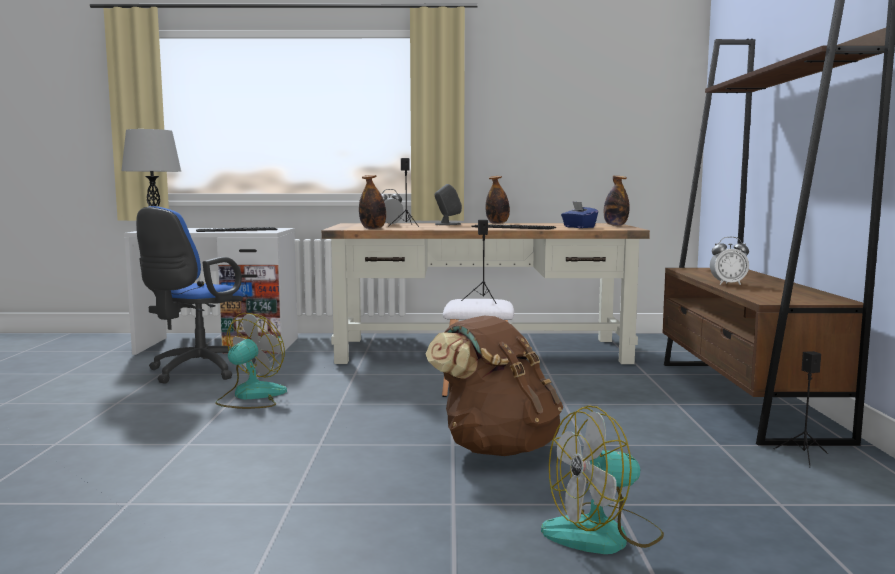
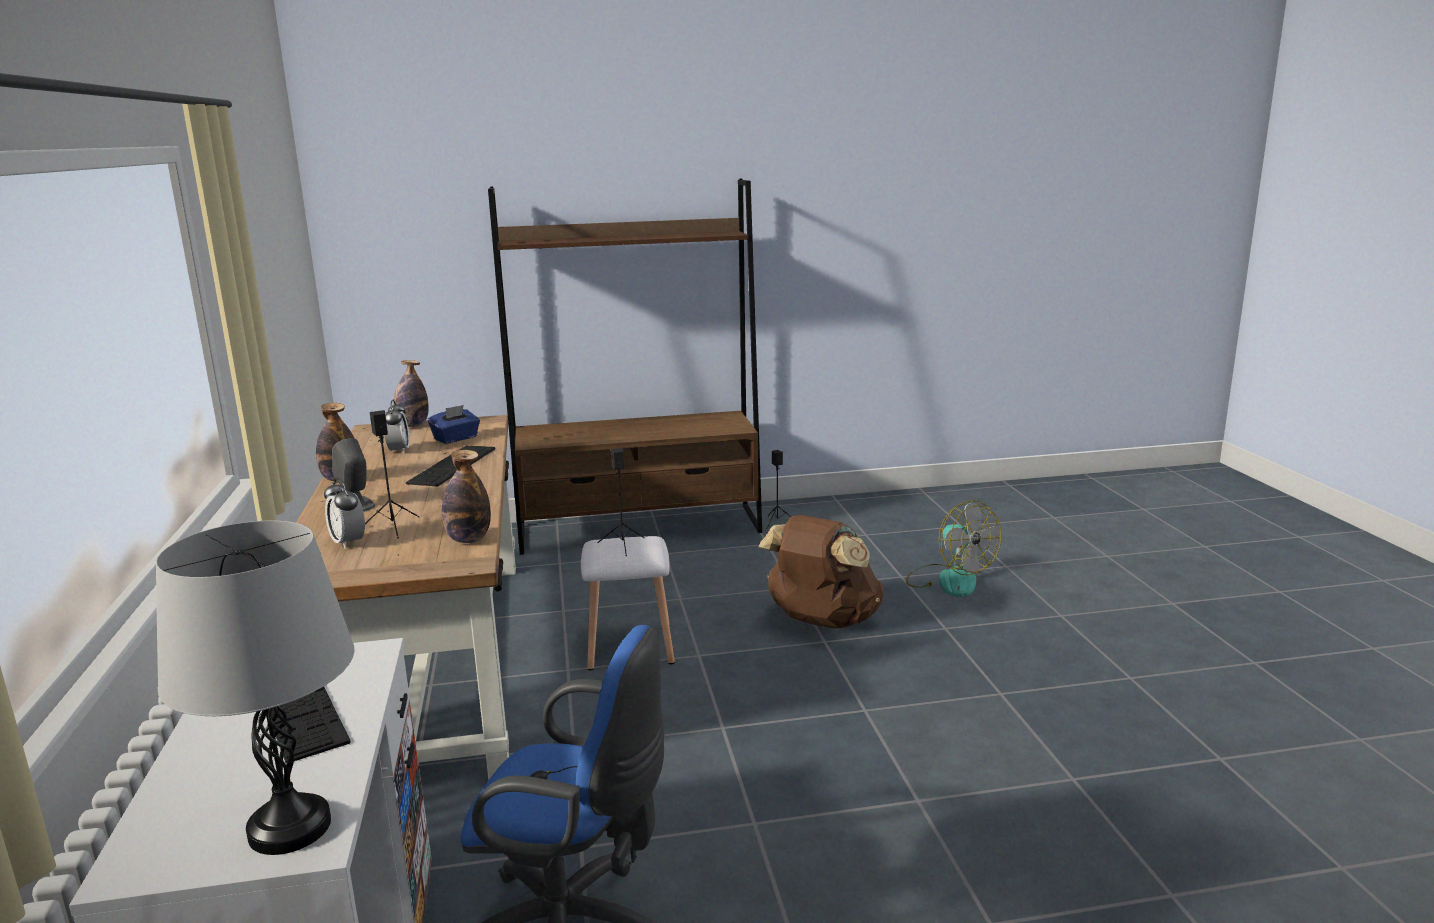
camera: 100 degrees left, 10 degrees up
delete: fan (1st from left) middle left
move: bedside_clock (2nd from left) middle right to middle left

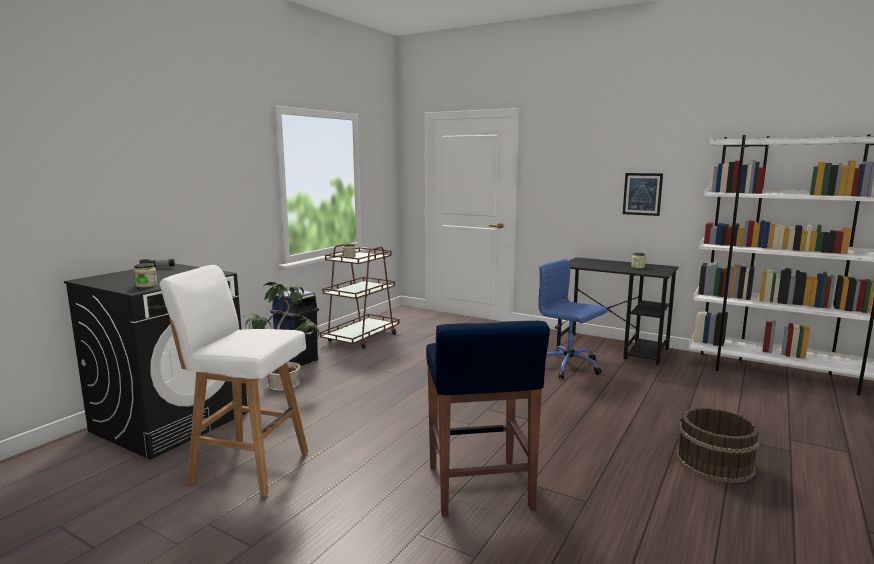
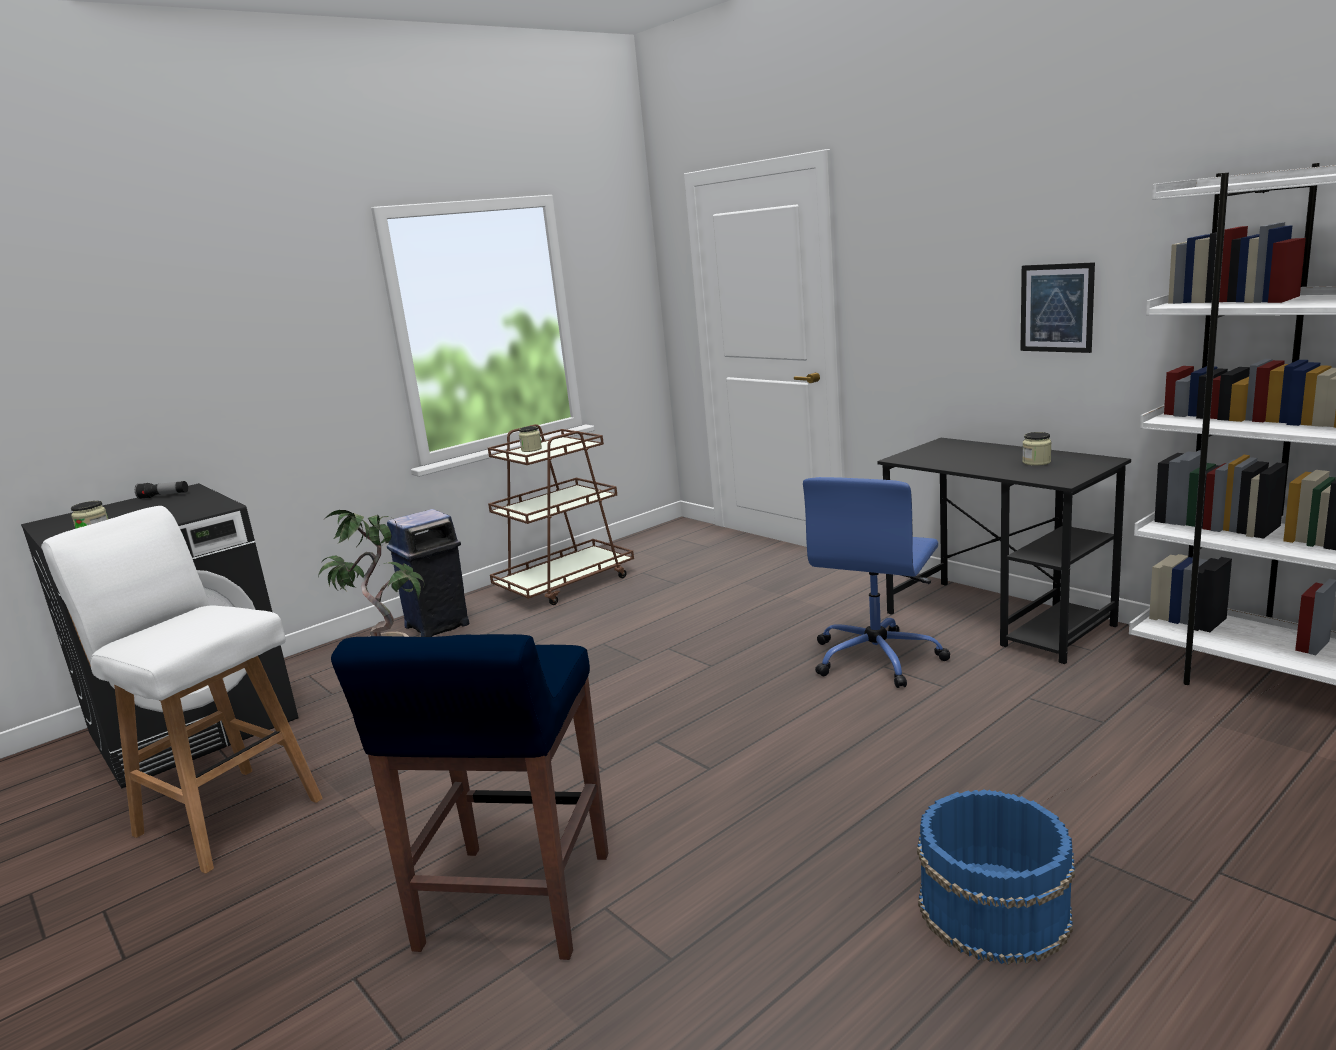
camera: 20 degrees right, 5 degrees up
recolor: brown-coloured_bucket bottom right to blue_bucket bottom right
rotate: blue_desk_chair centre = centre 120 degrees counterclockwise

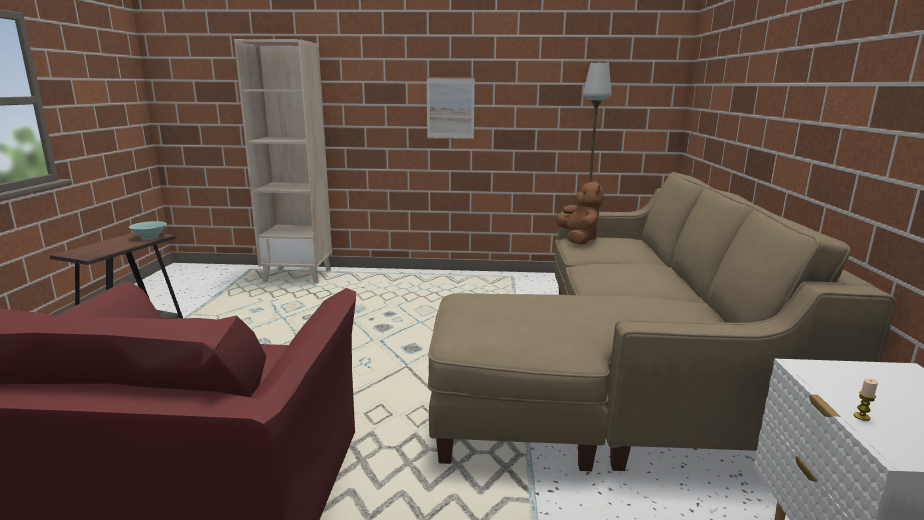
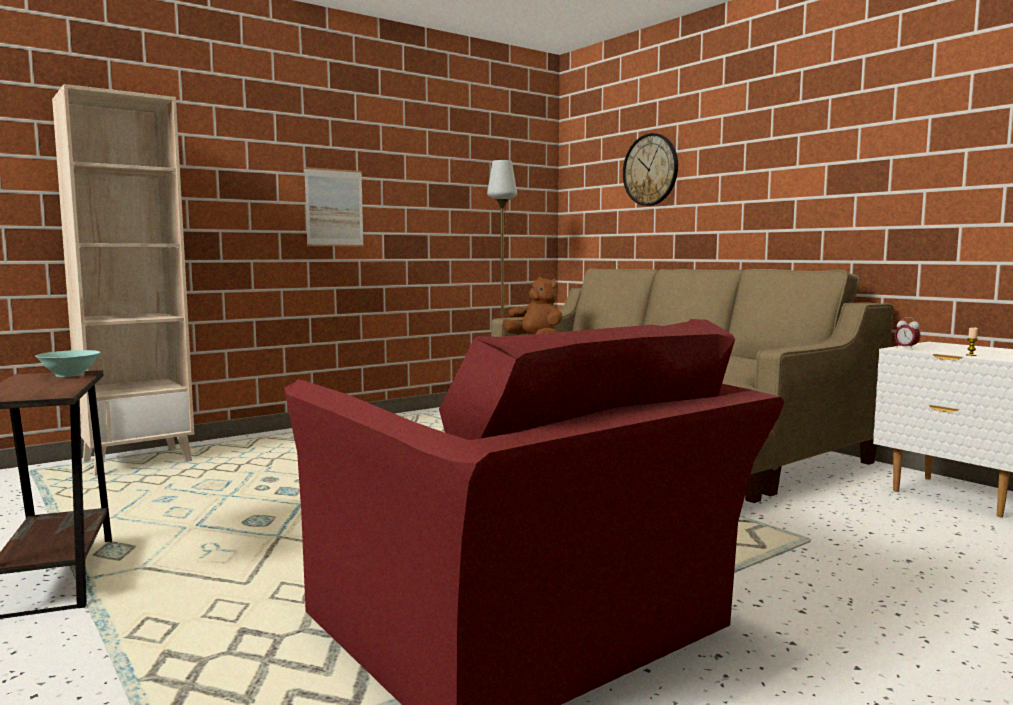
camera: 40 degrees left, 10 degrees down
insert: hanging_clock top centre; bedside_clock middle right

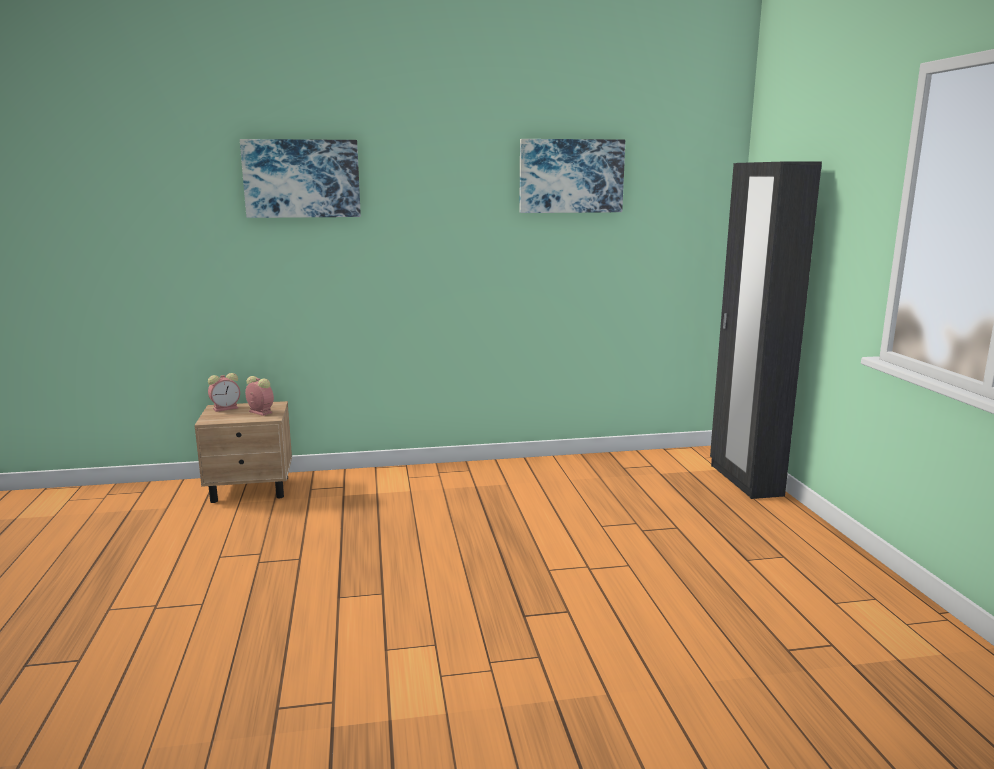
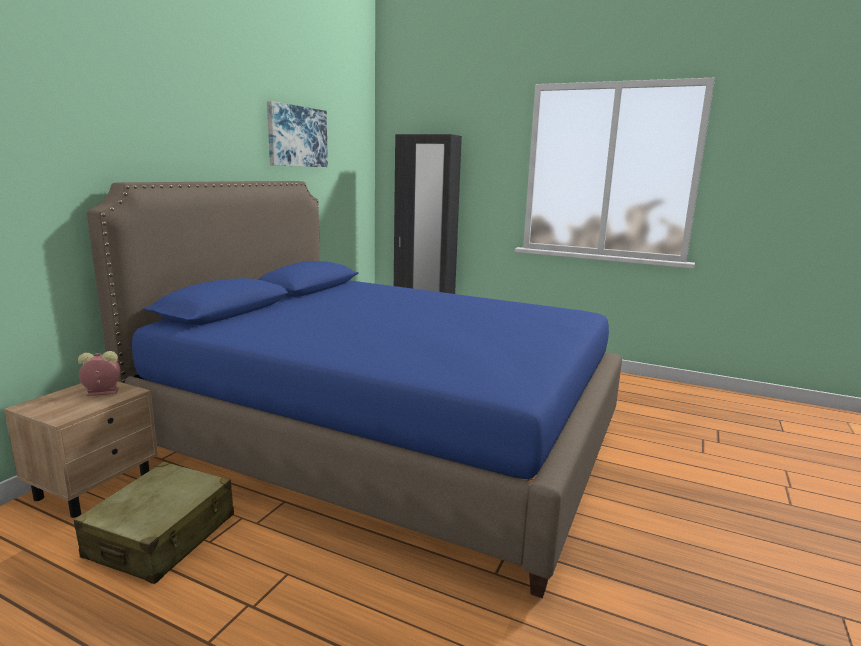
camera: 55 degrees left, 0 degrees up
delete: bedside_clock (1st from left) middle left; wall_picture (1st from left) top left
insert: sand-coloured_suitcase bottom left; blue_sleeping_bed centre

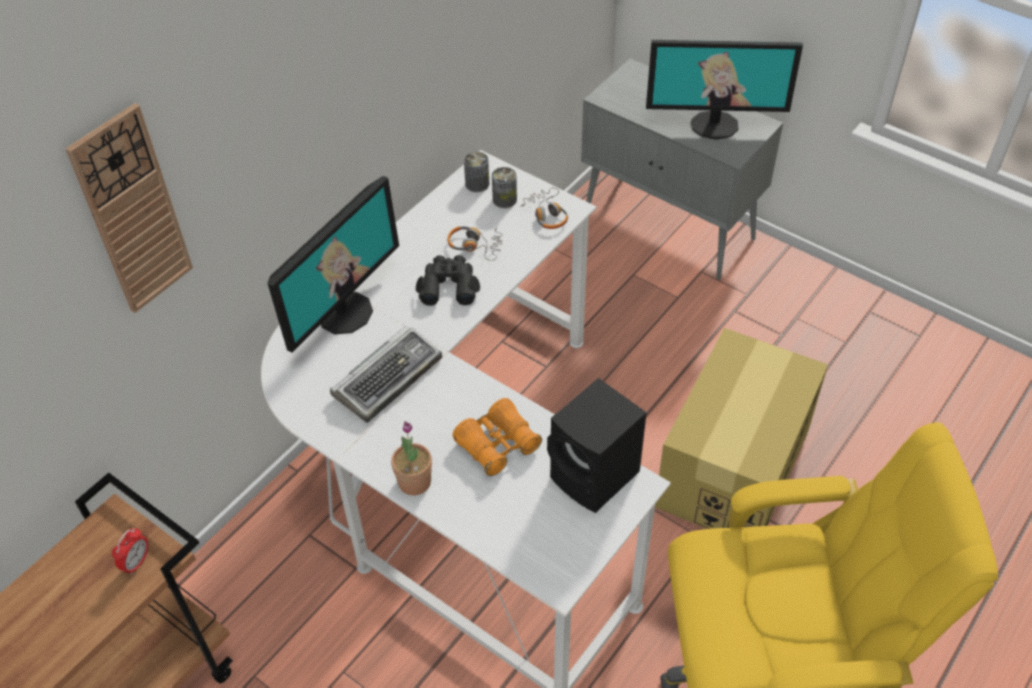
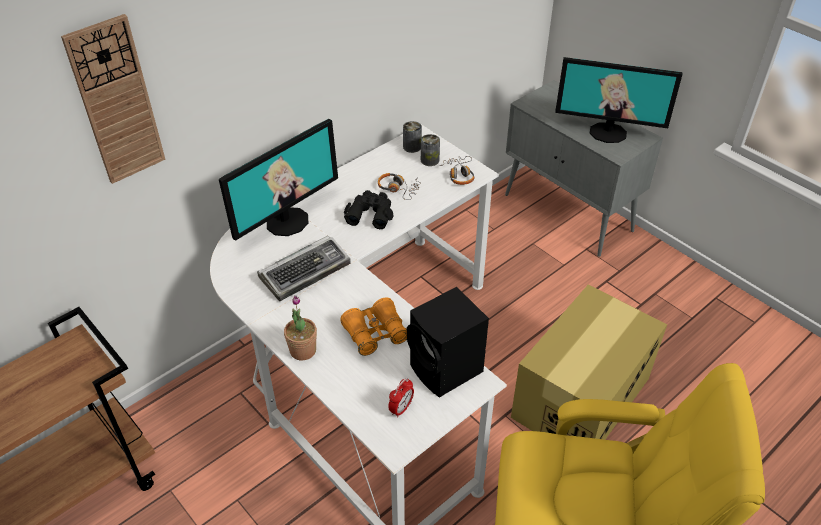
camera: 10 degrees right, 5 degrees down
move: bedside_clock bottom left to bottom centre

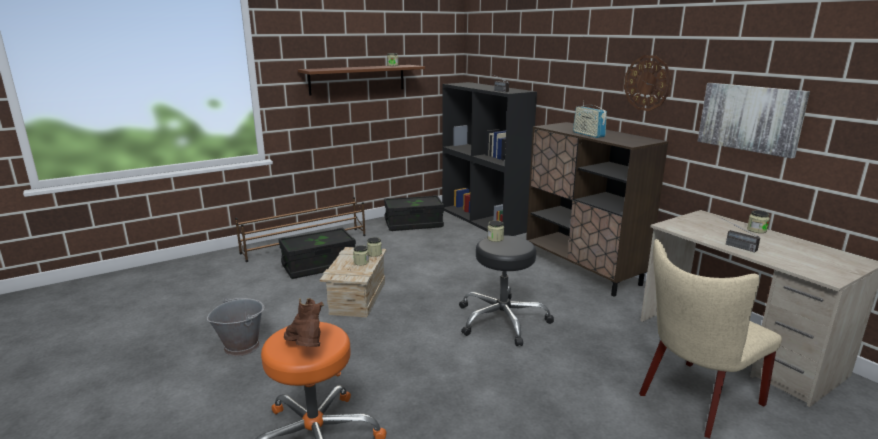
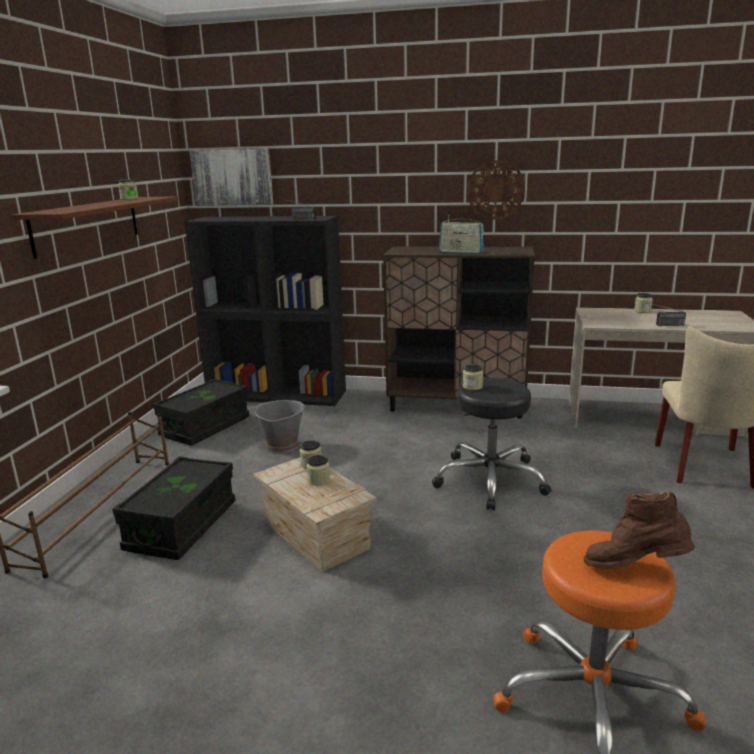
camera: 45 degrees left, 0 degrees up
move: grey_bucket bottom left to centre; wall_picture top right to top left

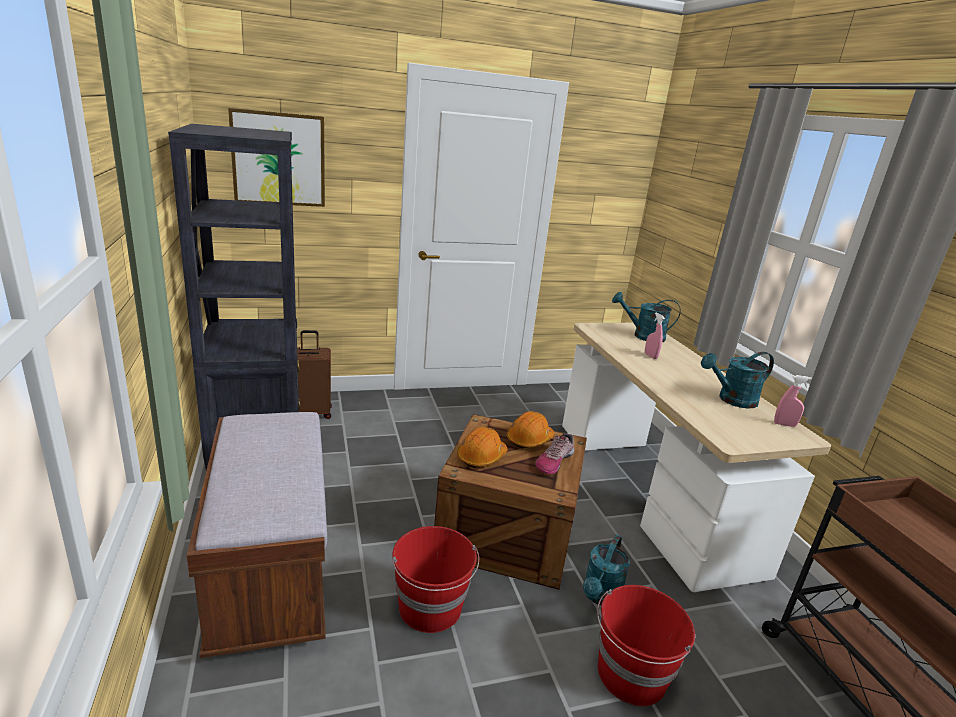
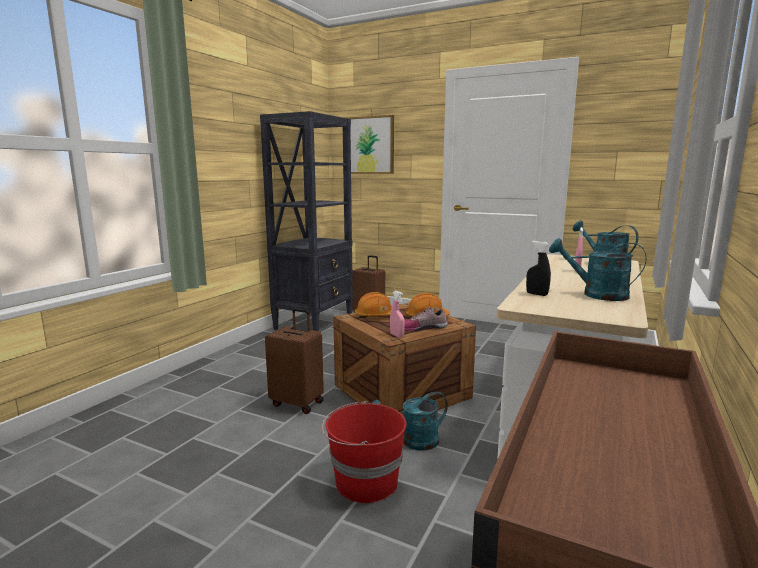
camera: 45 degrees right, 10 degrees down
delete: brown-coloured_long_seat bottom left
insert: black_sprayer middle right
move: pink_sprayer (2nd from left in the first image) middle right to pink_sprayer (1st from left) centre
replace: red_bucket (1st from left) bottom centre to brown-coloured_suitcase (1st from left) centre

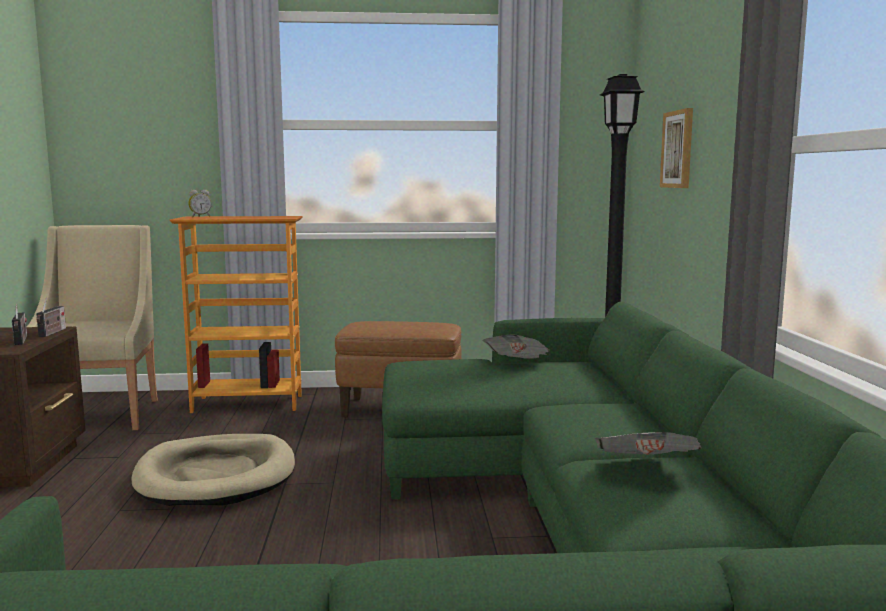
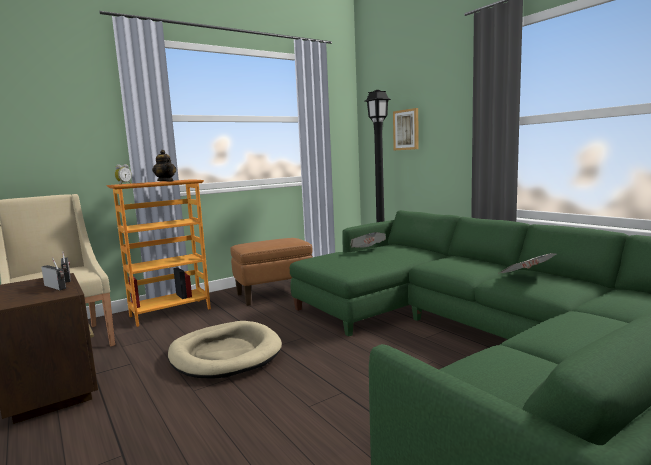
camera: 30 degrees left, 0 degrees up
insert: pot_for_tea middle left

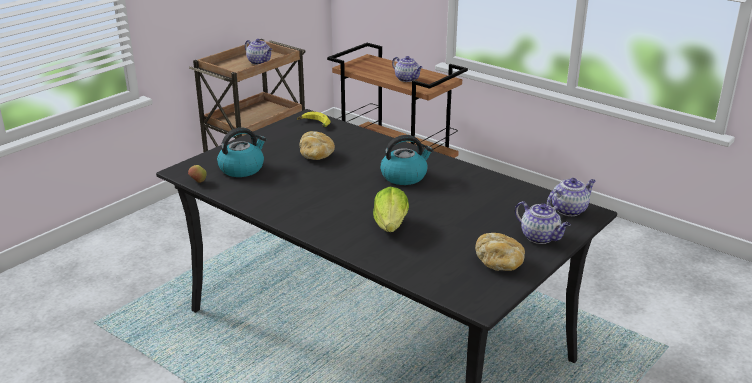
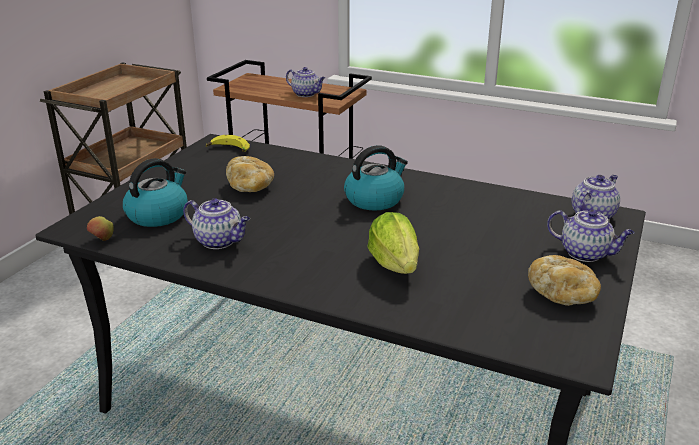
camera: 15 degrees left, 0 degrees up
move: pot_for_tea (1st from left) top centre to middle left

